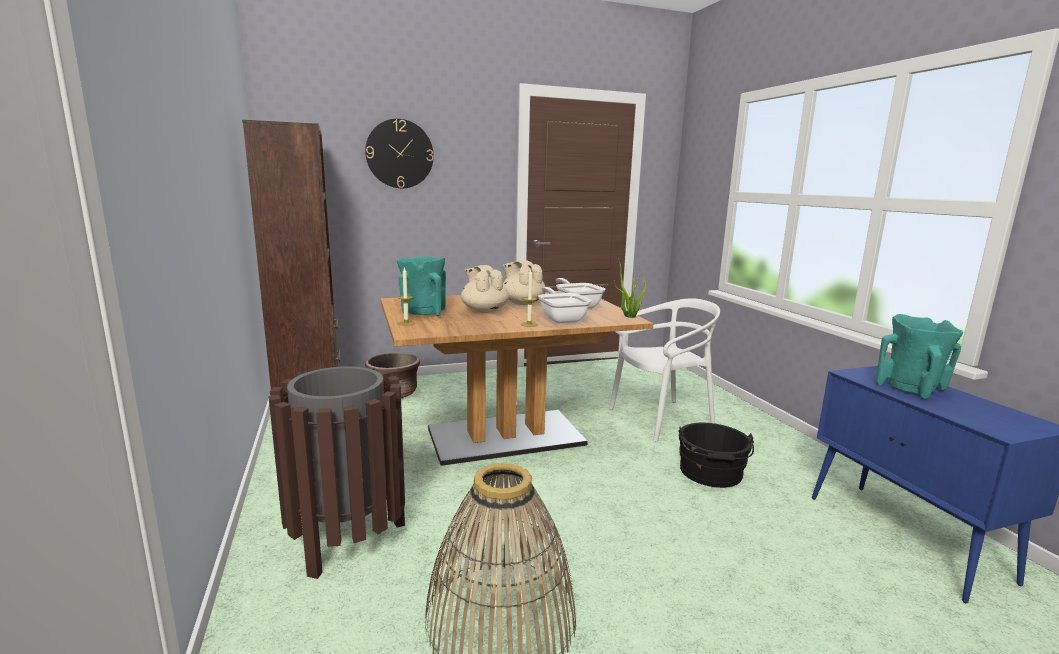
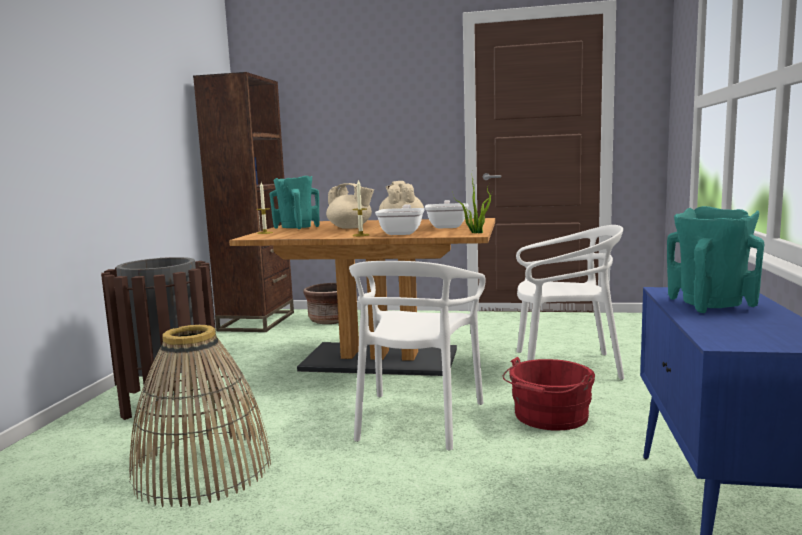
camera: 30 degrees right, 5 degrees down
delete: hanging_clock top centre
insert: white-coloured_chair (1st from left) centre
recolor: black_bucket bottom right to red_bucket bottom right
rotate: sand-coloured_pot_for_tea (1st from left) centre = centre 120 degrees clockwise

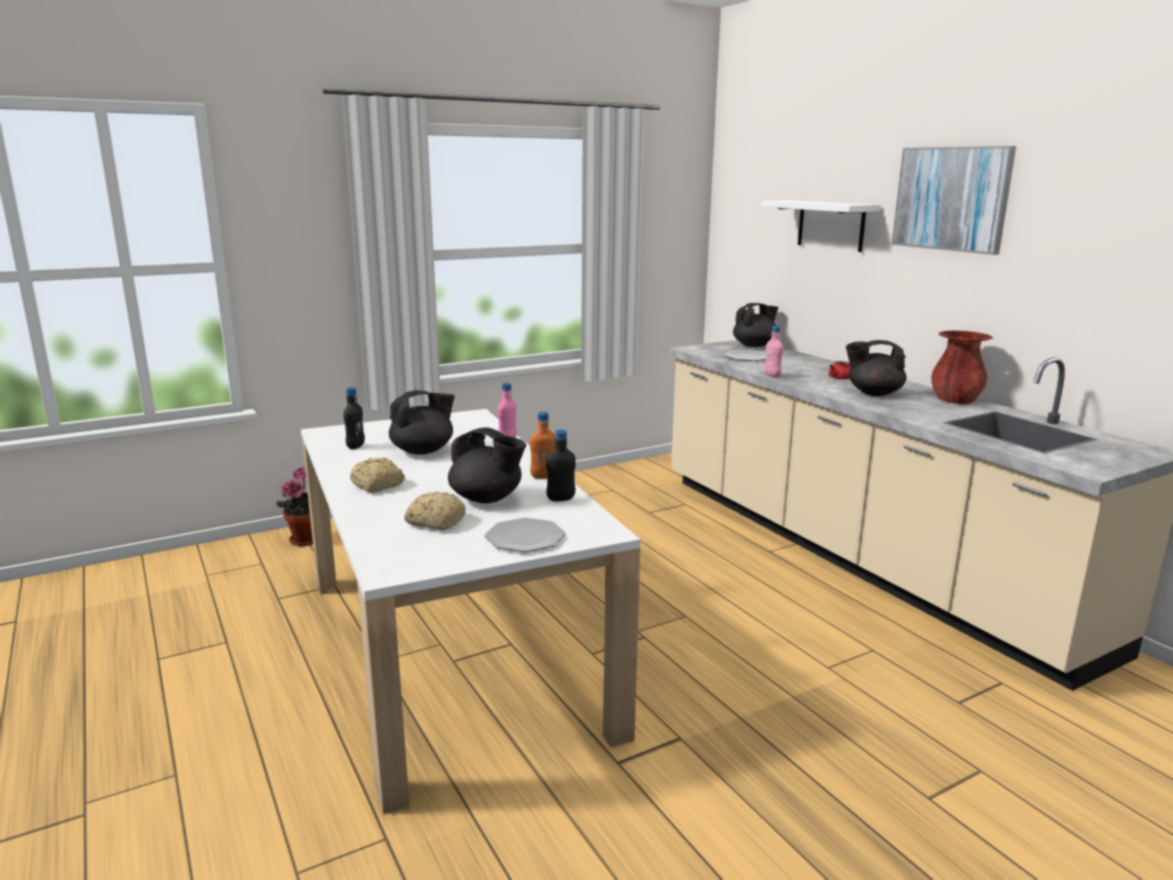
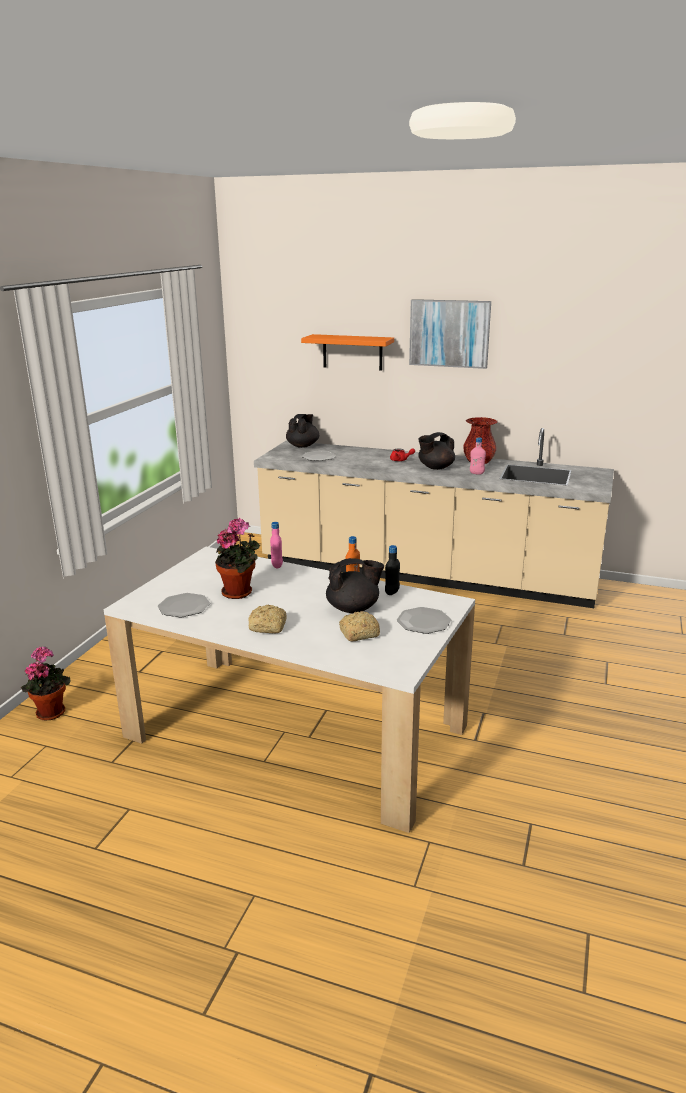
camera: 40 degrees left, 5 degrees up
move: pink_beverage_bottle (2nd from left) centre to middle right
replace: black_beverage_bottle (1st from left) middle left to plate (1st from left) middle left; black_pot_for_tea (1st from left) centre to potted_plant (2nd from left) centre
recolor: white-coloured_wall_shelf top right to orange-coloured_wall_shelf top centre

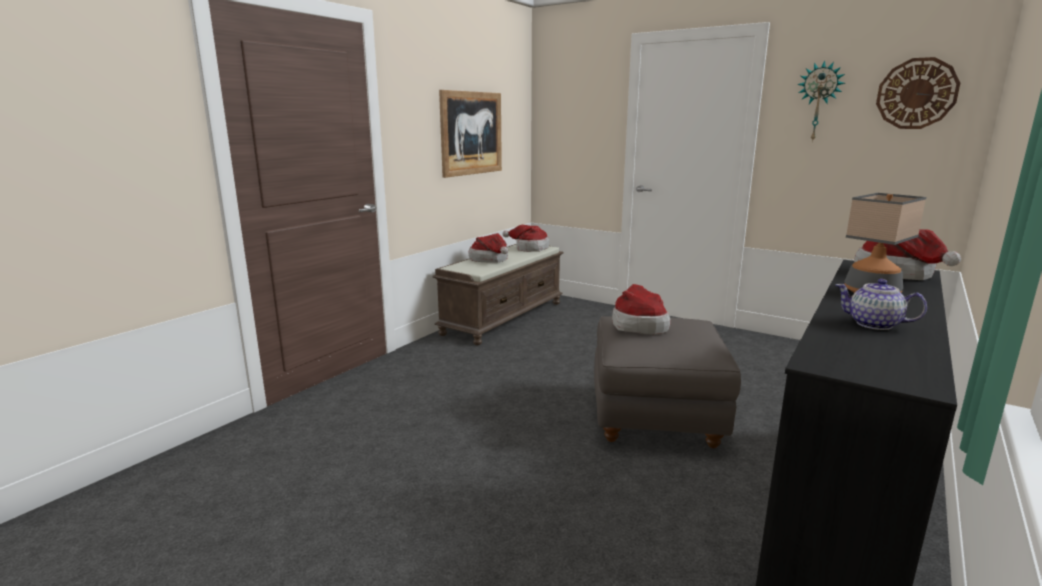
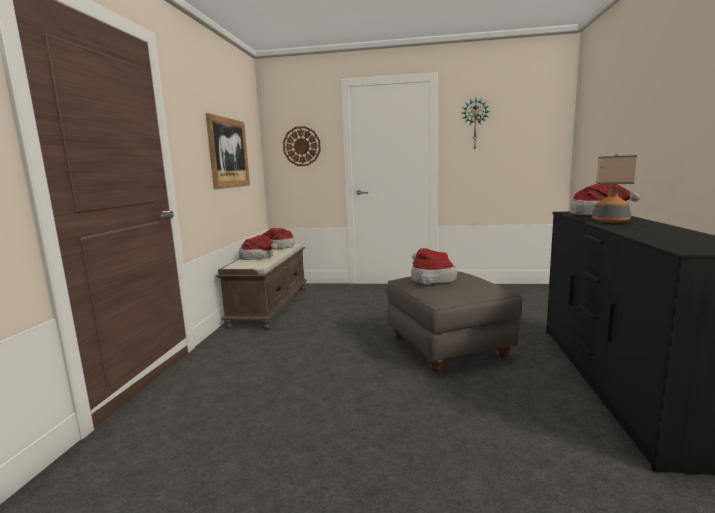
camera: 25 degrees left, 5 degrees down
delete: pot_for_tea middle right
move: hanging_clock (2nd from left in the first image) top right to hanging_clock (1st from left) top centre

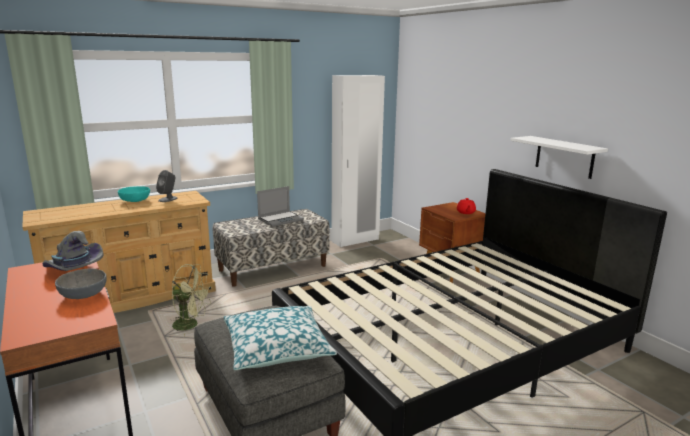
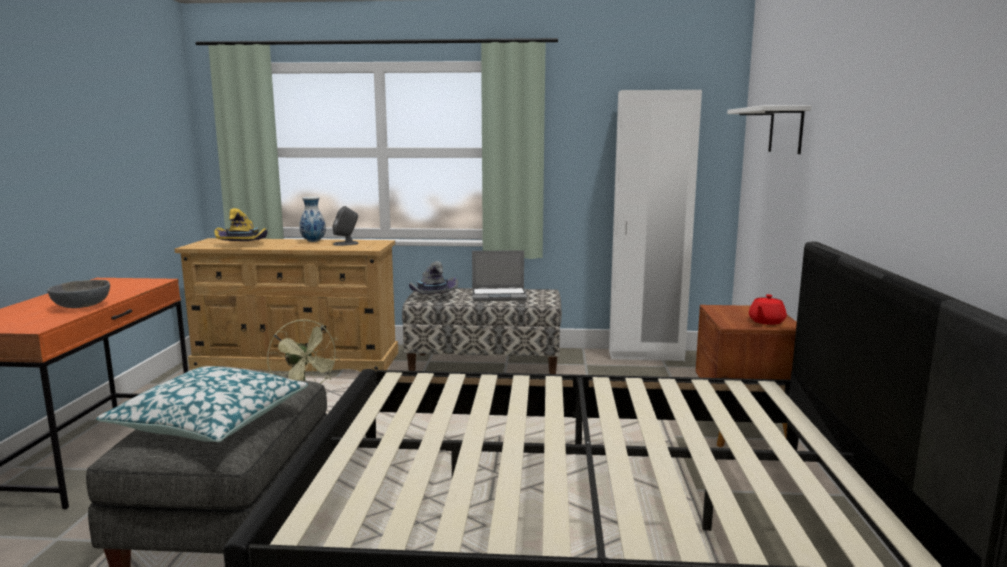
camera: 35 degrees right, 5 degrees down
insert: yellow-coloured_hat middle left
move: grey_hat middle left to centre; white-coloured_wall_shelf middle right to top right
replace: blue-green_bowl middle left to decorative_vase middle left

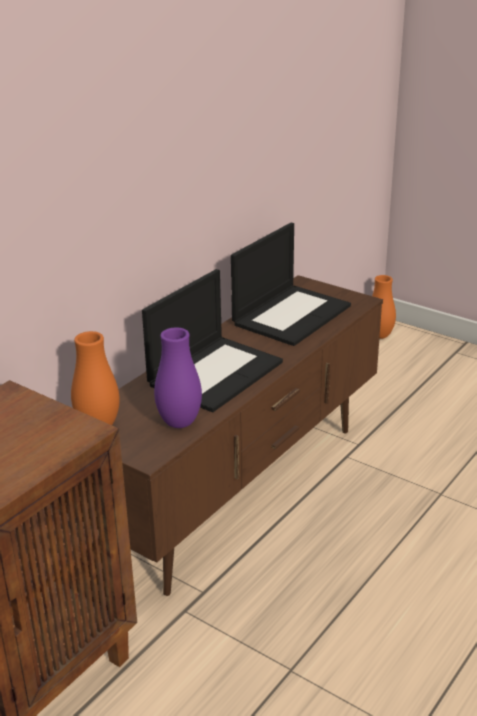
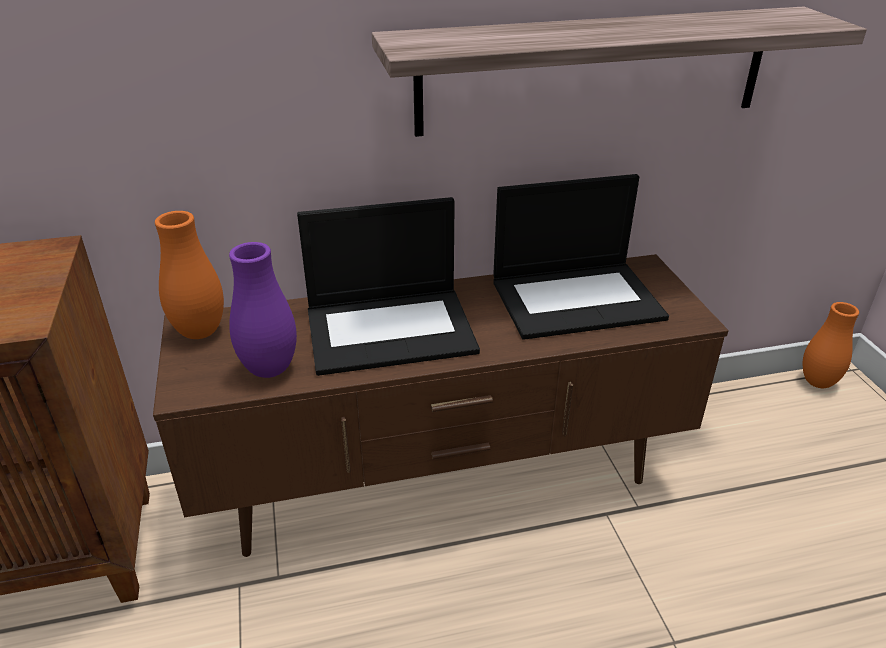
camera: 40 degrees right, 5 degrees up
insert: wall_shelf top right

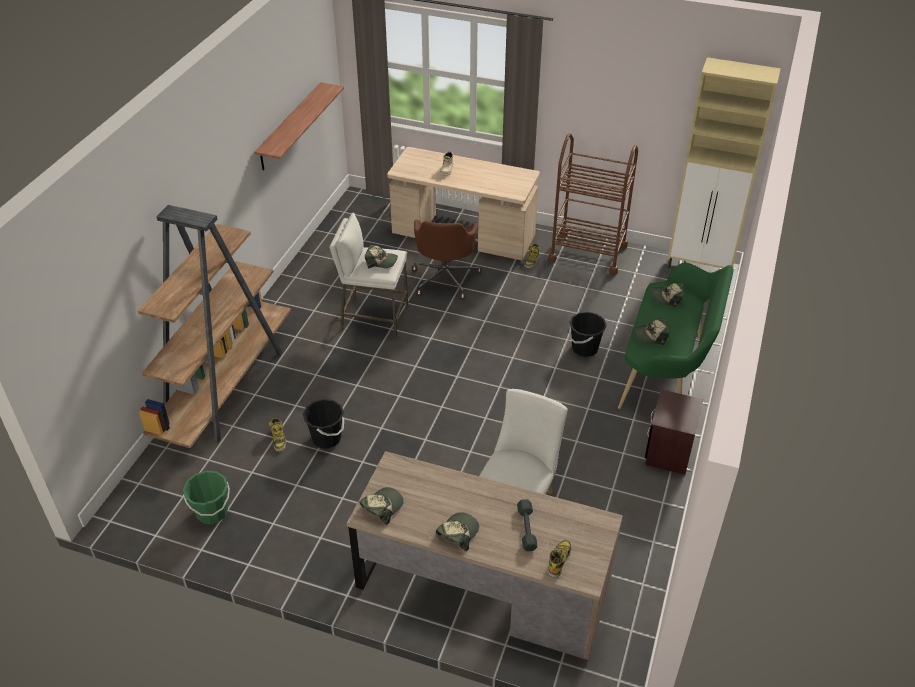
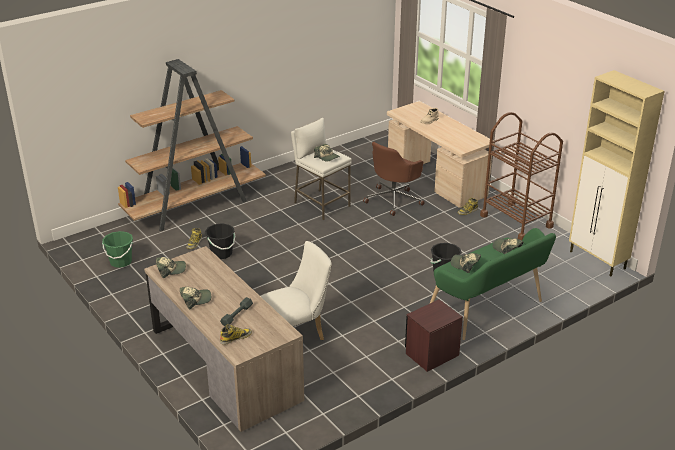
camera: 35 degrees right, 10 degrees down
delete: wall_shelf top left

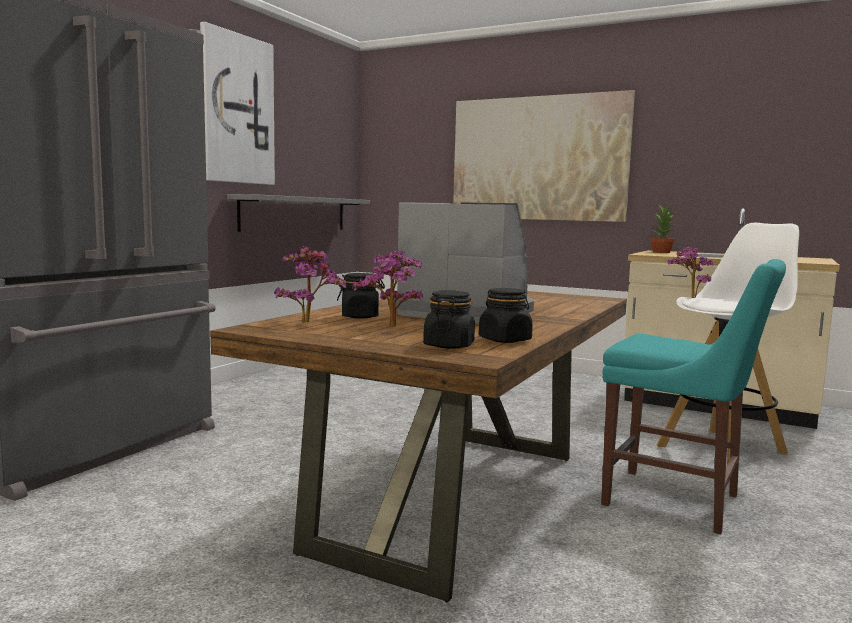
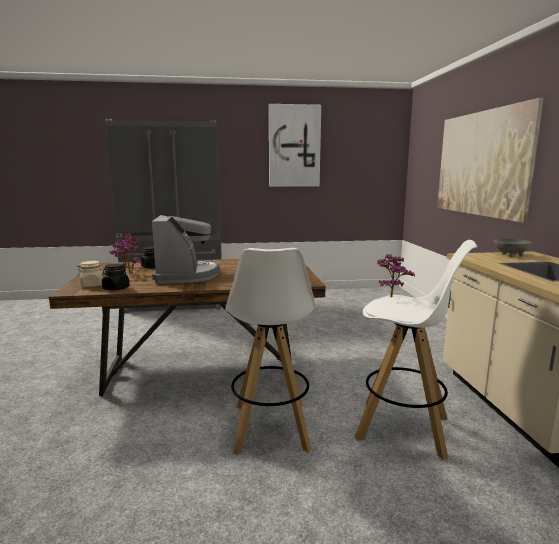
camera: 55 degrees right, 5 degrees up
delete: grey_wall_shelf centre
replace: blue-green_chair middle right to white-coloured_sitting_stool (1st from left) centre; potted_plant (3rd from left) middle right to grey_bowl middle right
recolor: black_preserve_jar (2nd from left) centre to sand-coloured_preserve_jar middle left

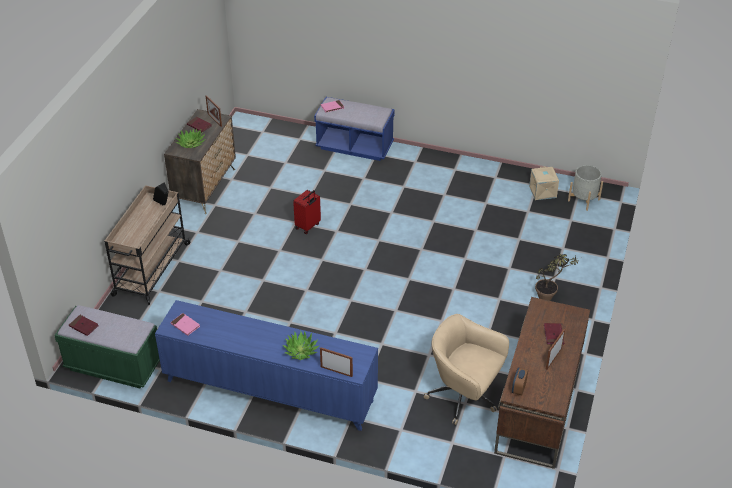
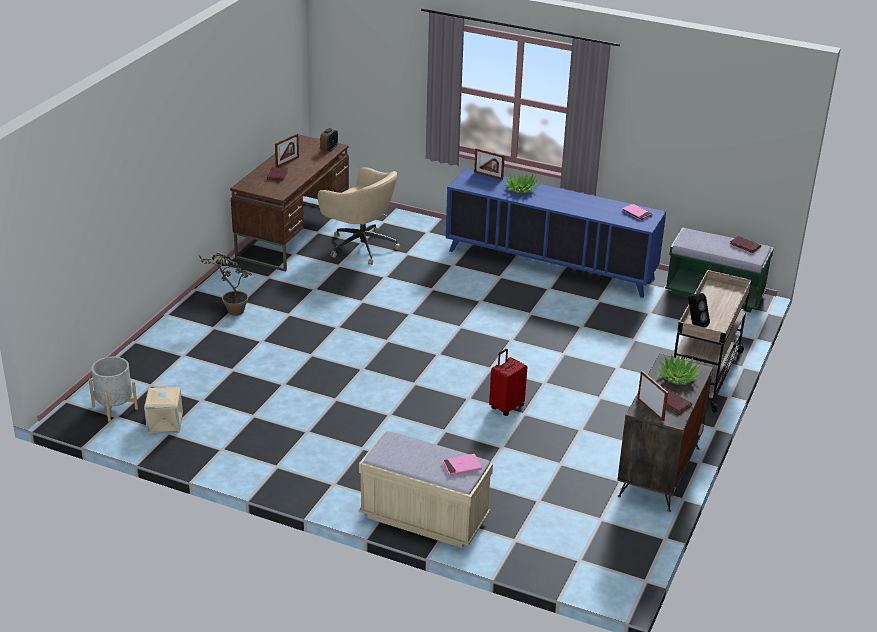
camera: 175 degrees left, 10 degrees down
recolor: blue_long_seat top centre to sand-coloured_long_seat bottom centre

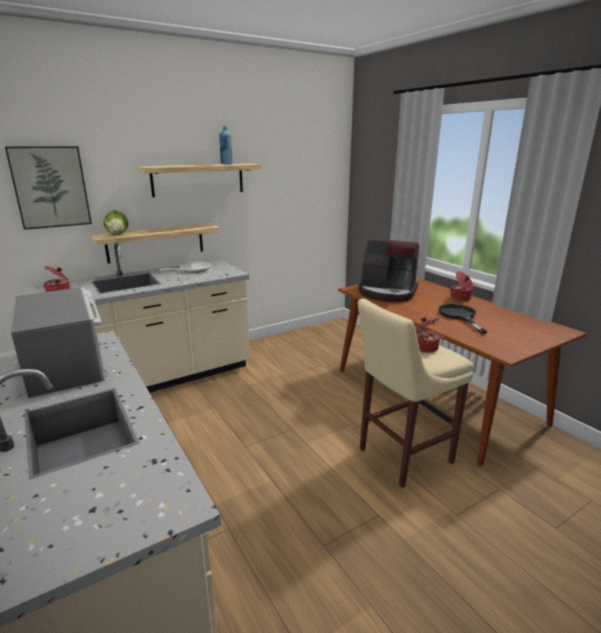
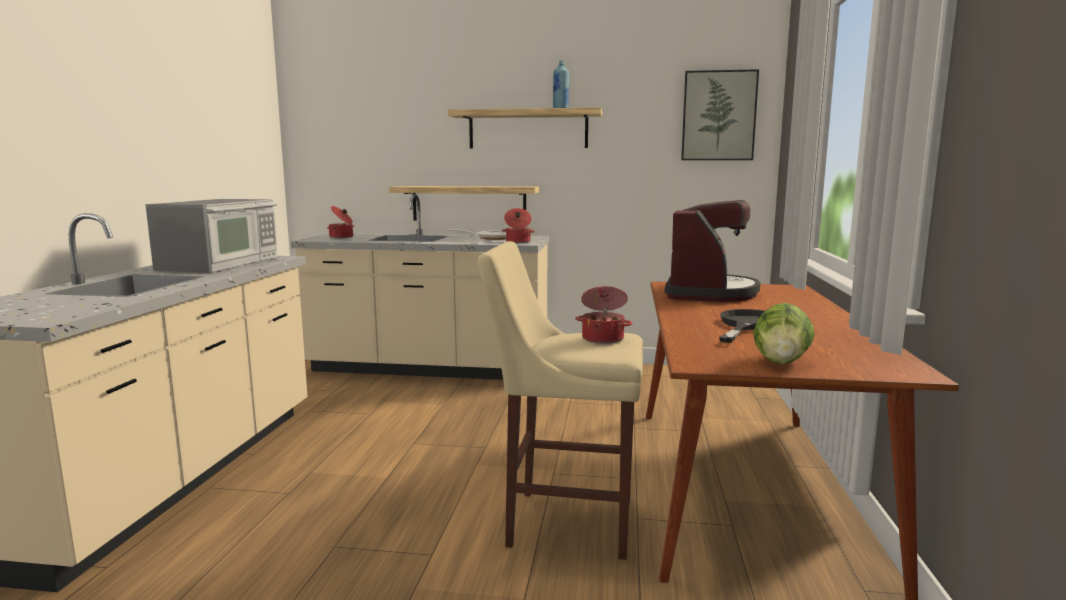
camera: 40 degrees right, 10 degrees down
move: wall_picture top left to top right; lettuce middle left to middle right; stockpot (3rd from left in the first image) middle right to stockpot (2nd from left) centre
rotate: coffee_brewer centre = middle right 135 degrees counterclockwise

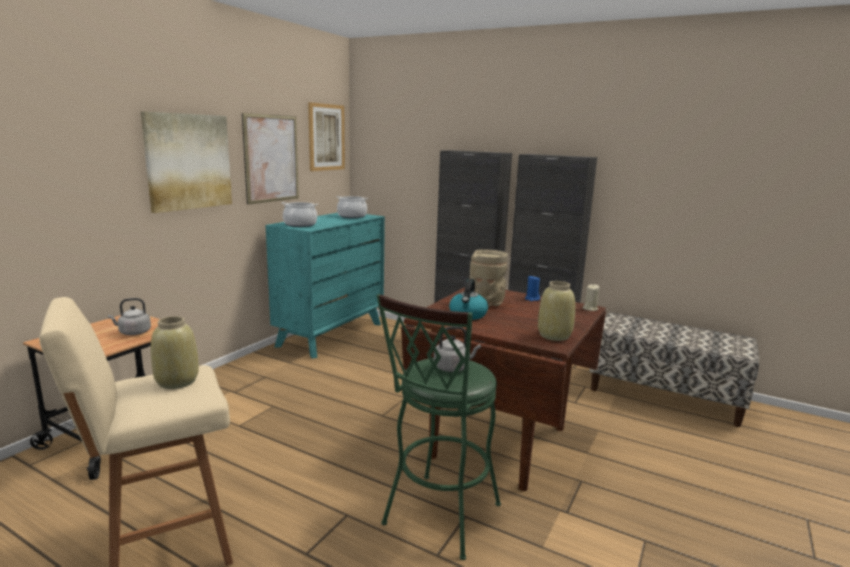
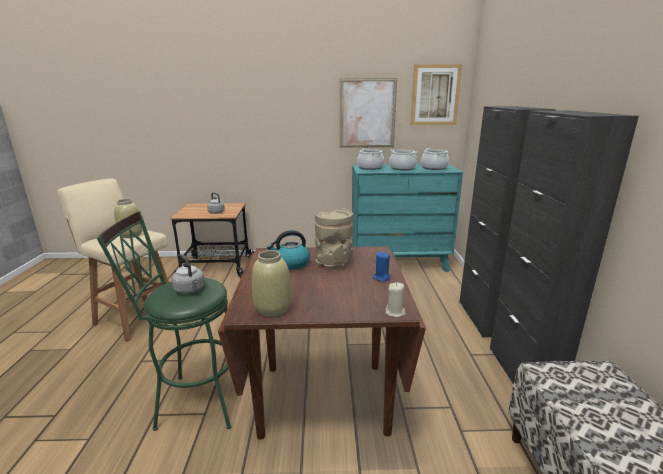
camera: 60 degrees right, 5 degrees up
delete: wall_picture (1st from left) top left
insert: stockpot (2nd from left) centre

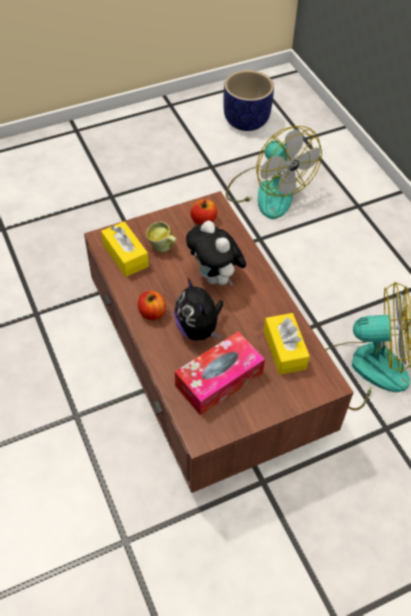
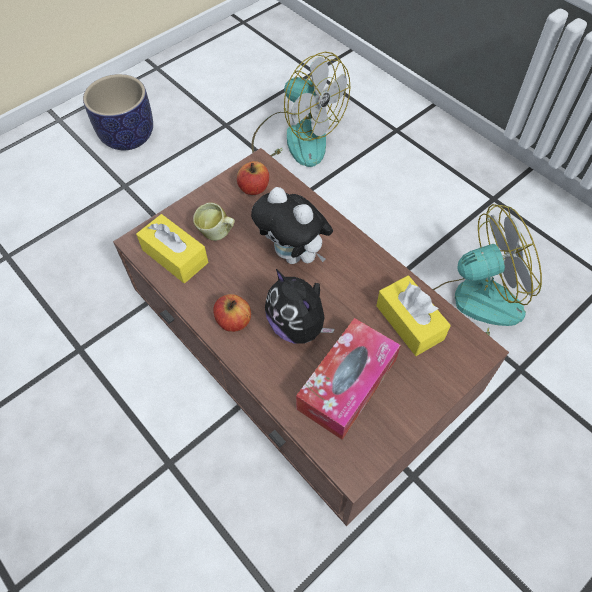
camera: 15 degrees left, 5 degrees up
move: plant_pot top centre to top left

